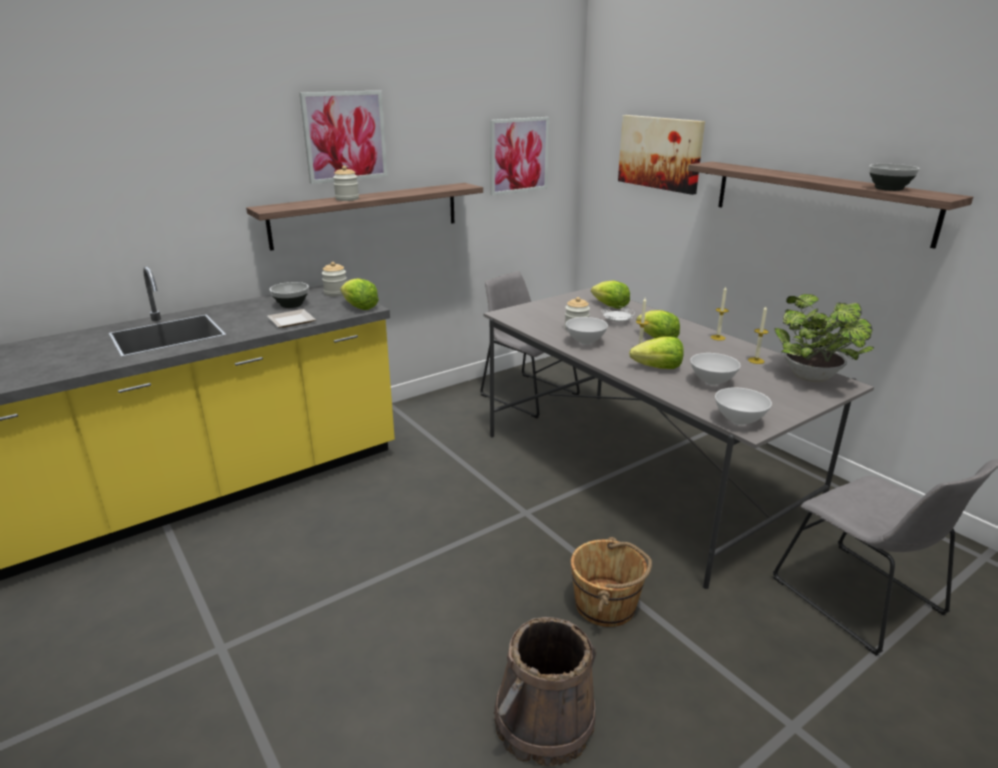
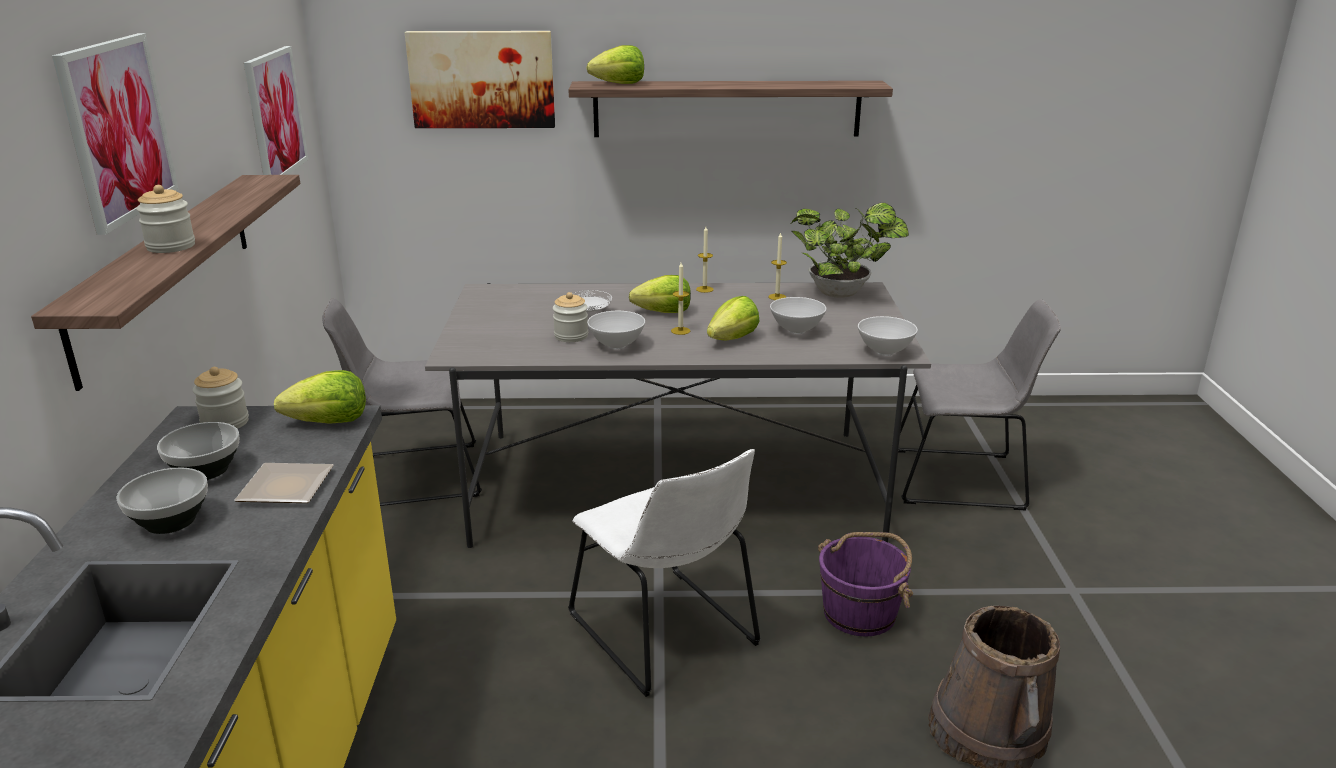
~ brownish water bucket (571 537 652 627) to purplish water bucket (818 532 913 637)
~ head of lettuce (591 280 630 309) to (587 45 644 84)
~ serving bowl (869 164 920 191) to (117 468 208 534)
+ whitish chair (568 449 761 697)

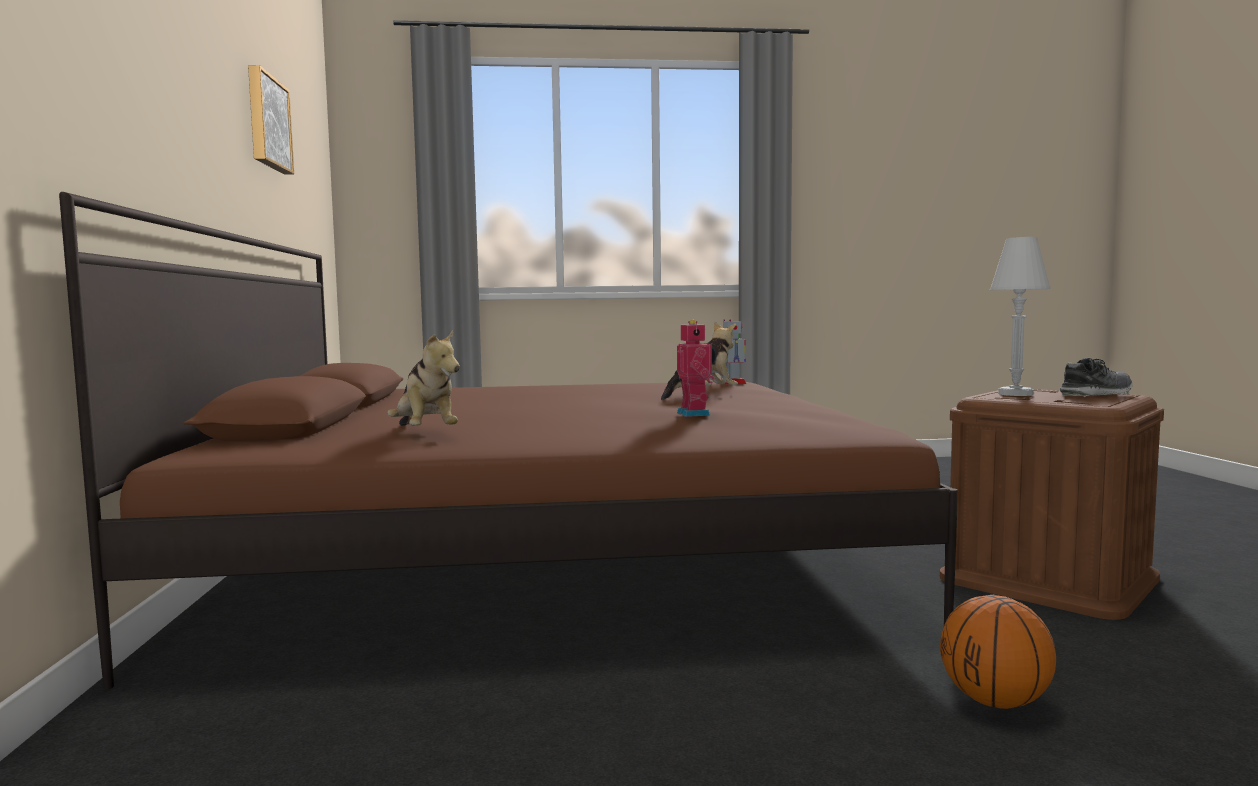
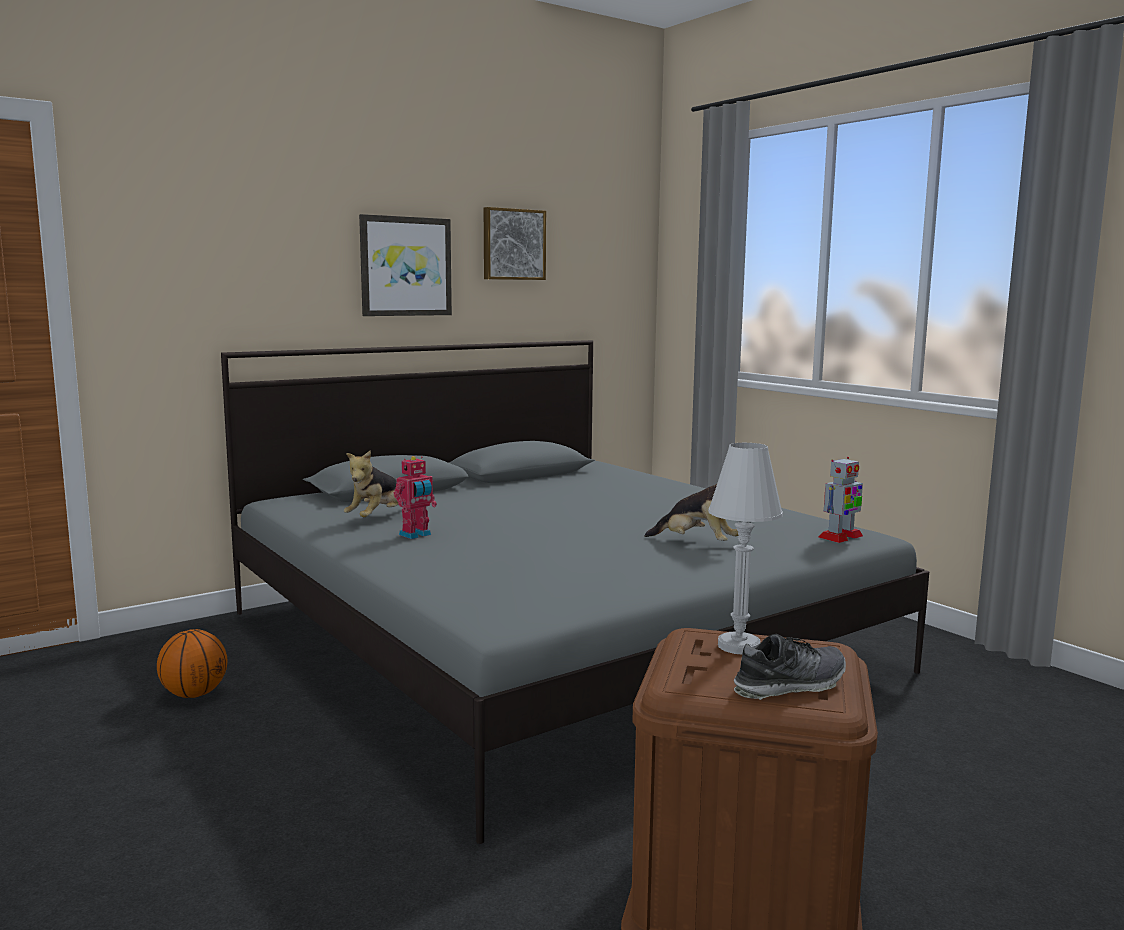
~ brownish bed (59 192 958 689) to grey bed (221 340 929 844)
~ toy robot (677 319 716 417) to (394 456 437 539)
~ ball for basketball (940 595 1056 709) to (157 629 227 698)
~ shoe (1060 358 1133 397) = (734 634 846 700) 60 degrees counterclockwise
+ wall art (359 214 452 316)

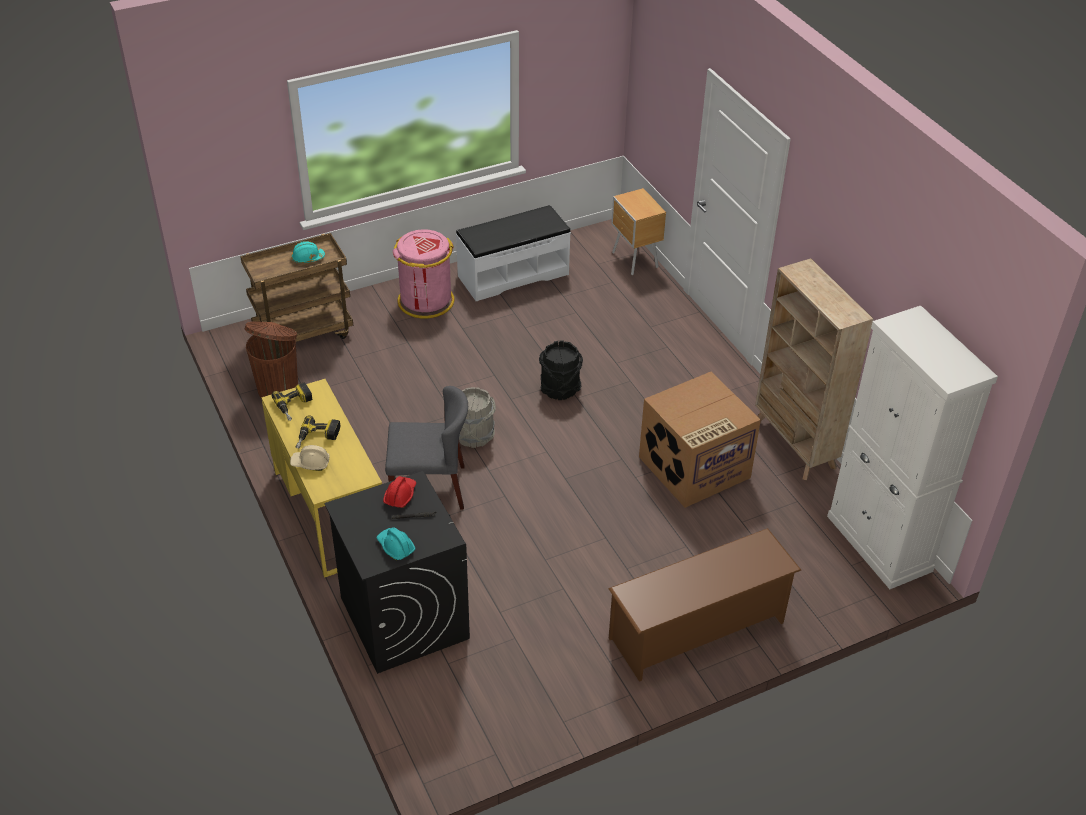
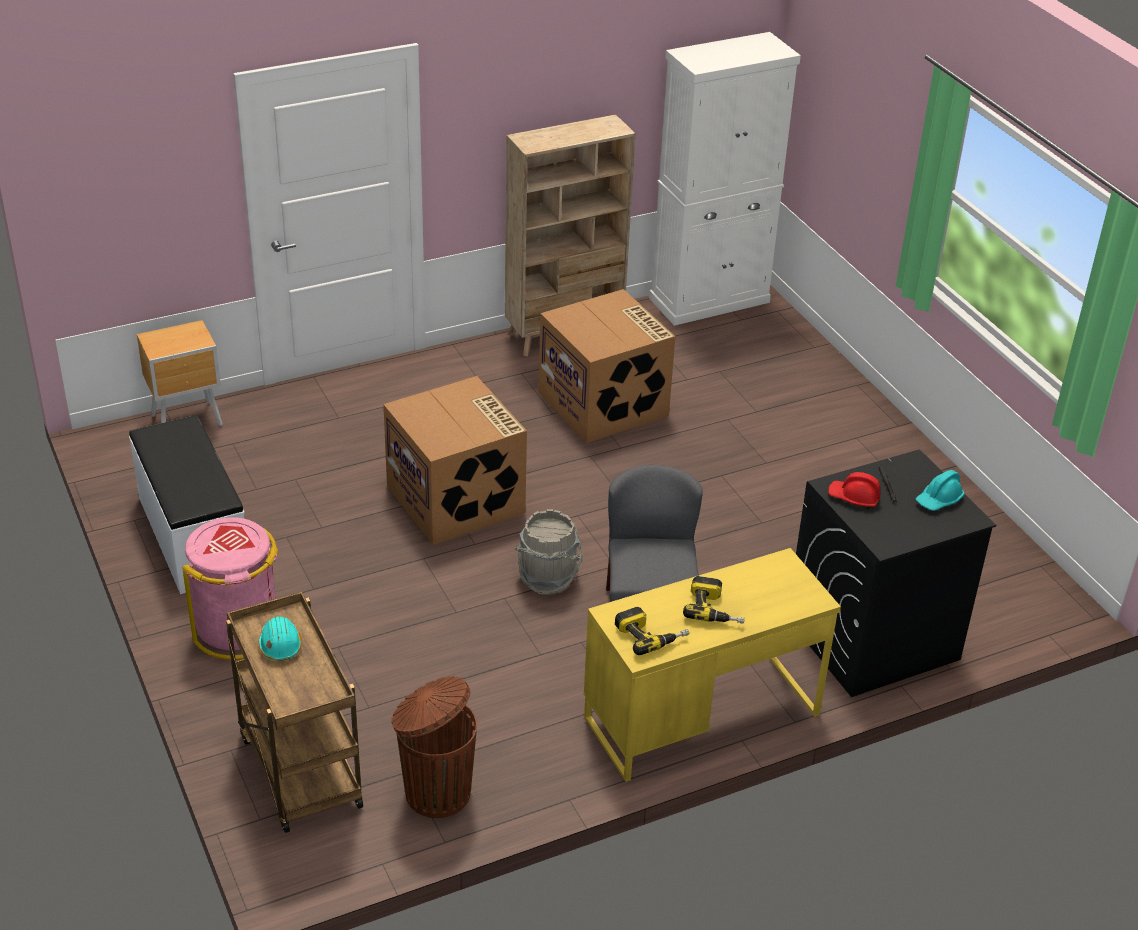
- beige-coloured work helmet (290 445 330 471)
~ blackish water bucket (539 340 583 400) to carton (383 376 527 545)
- brownish shoe stand (608 528 801 682)

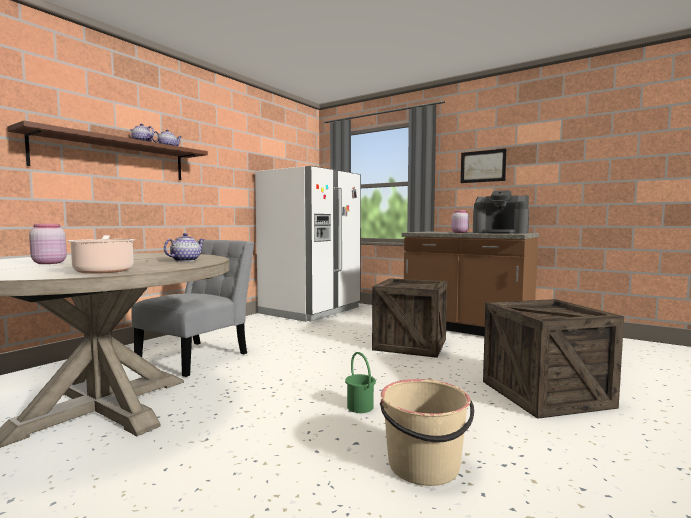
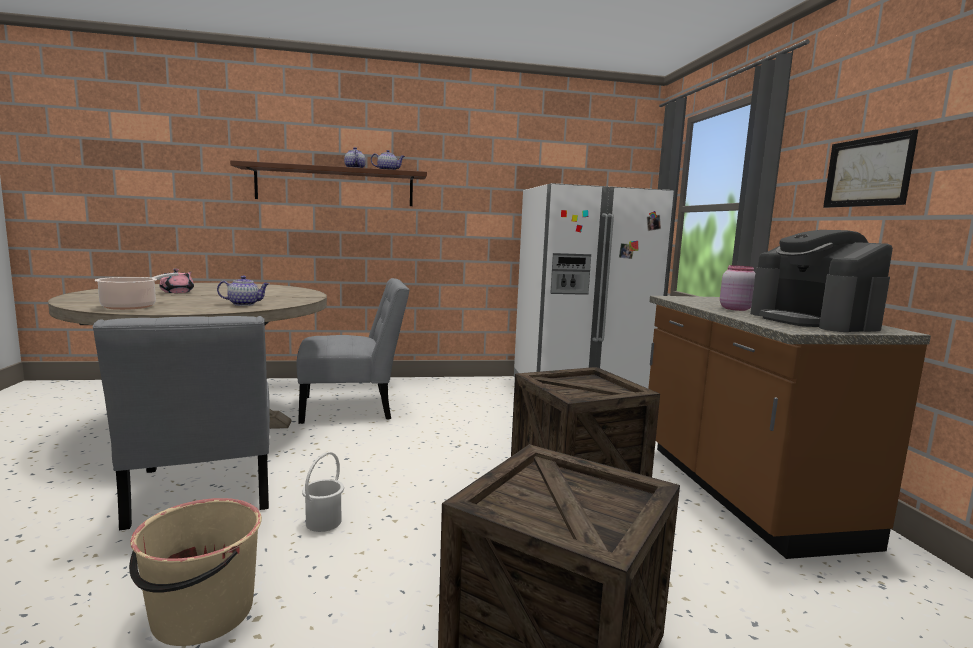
~ pink-coloured storage jar (29 224 67 264) to pink-coloured teapot (159 269 194 293)
~ green-coloured water bucket (345 352 376 413) to whitish water bucket (302 452 344 532)
+ grey chair (93 316 270 530)

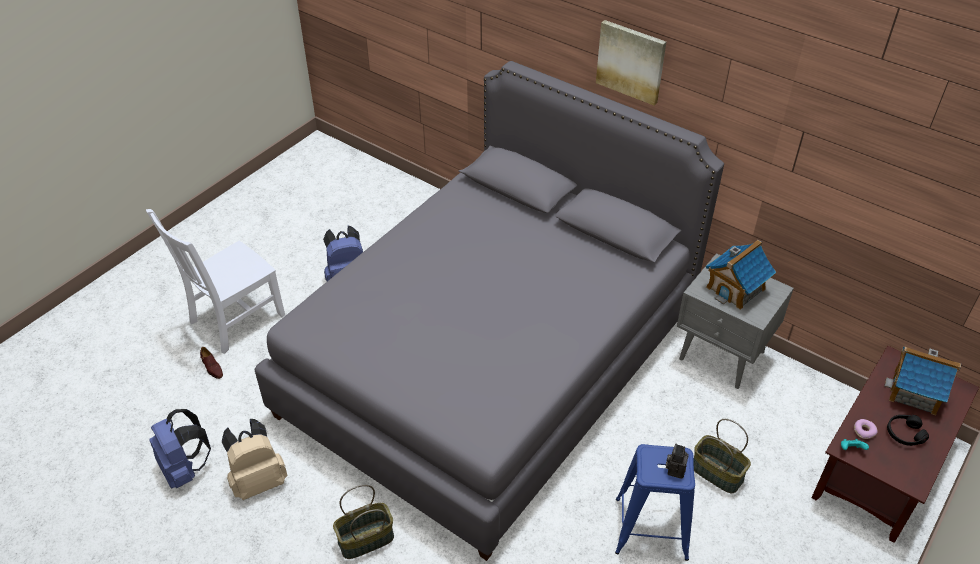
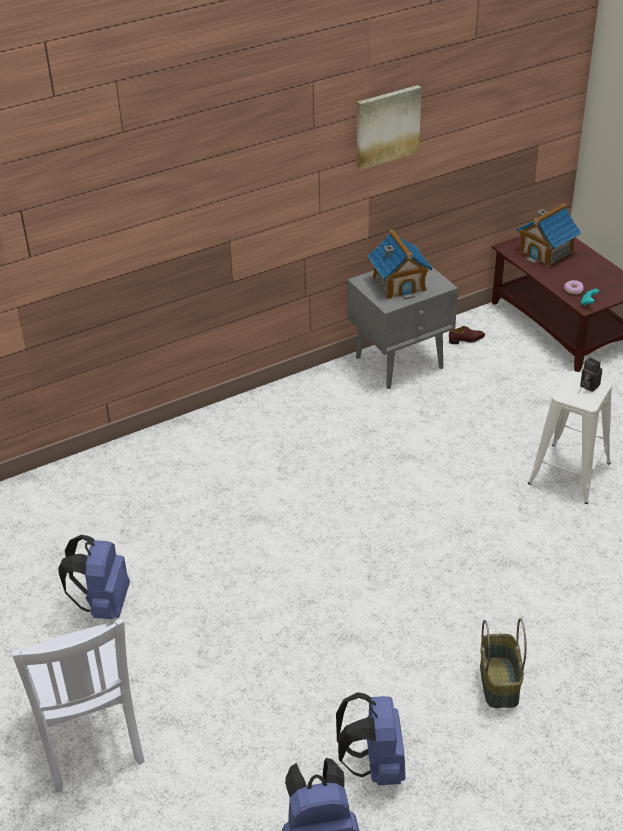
~ brownish shoe (200 347 223 379) to (449 326 485 344)
~ beige-coloured rucksack (222 419 287 500) to blue-coloured rucksack (336 692 406 785)
- grey bed (255 61 724 561)
~ wall art (596 20 666 105) to (357 85 421 170)
~ blue-coloured stool (615 444 695 561) to whitish stool (528 371 612 504)
- basket (693 419 751 494)
- blackish headset (887 415 929 446)

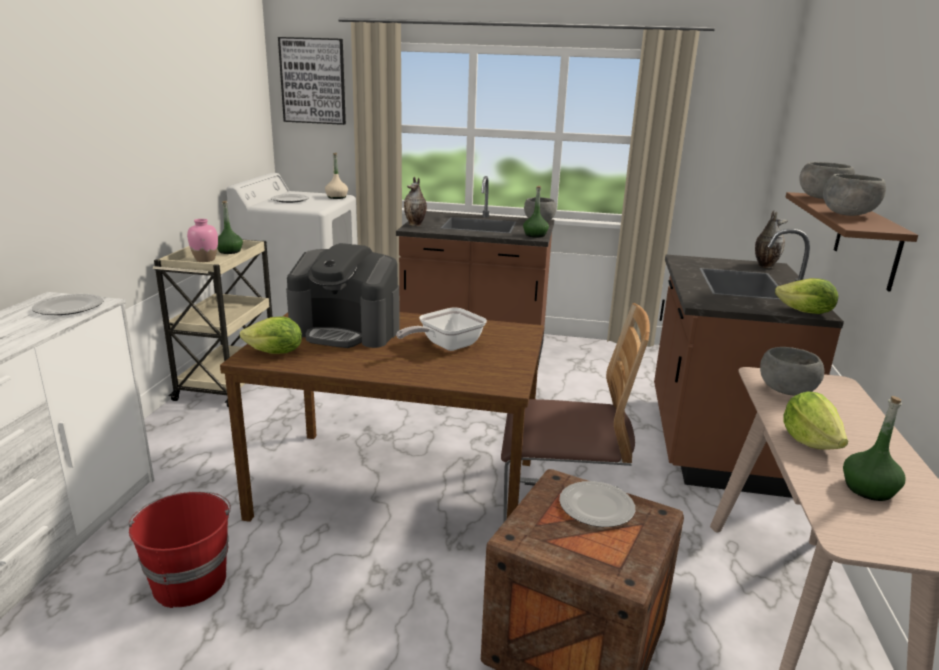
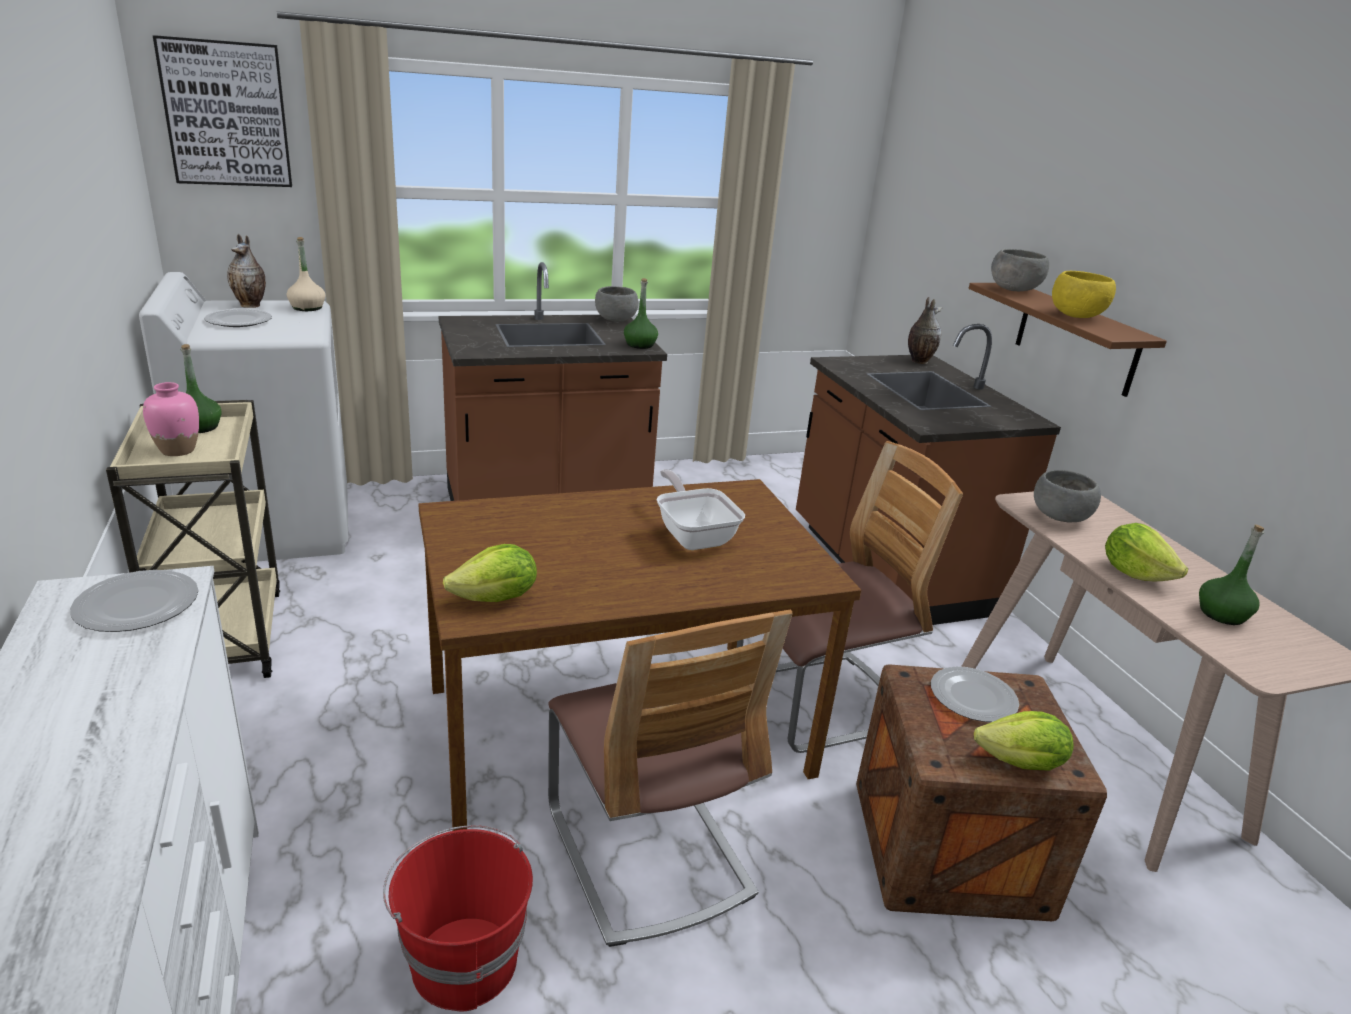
- coffee maker (286 243 400 348)
~ pan (396 308 487 351) = (656 469 745 550) 135 degrees clockwise
~ flower vase (404 177 427 226) to (227 234 266 308)
~ head of lettuce (775 278 838 314) to (974 711 1074 771)
~ grey serving bowl (823 174 886 216) to yellow-coloured serving bowl (1052 271 1116 318)
+ chair (548 610 793 947)

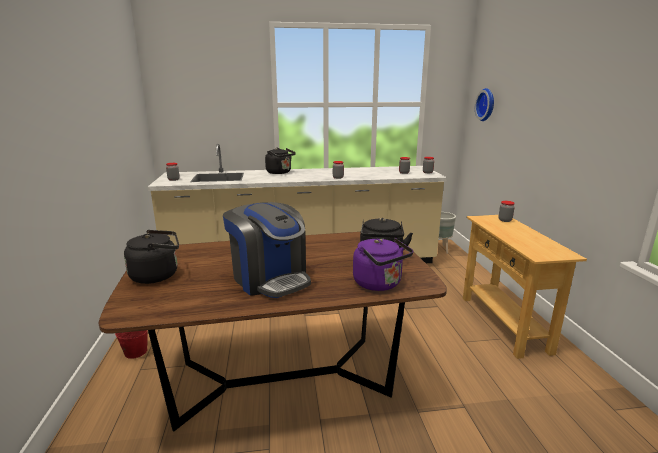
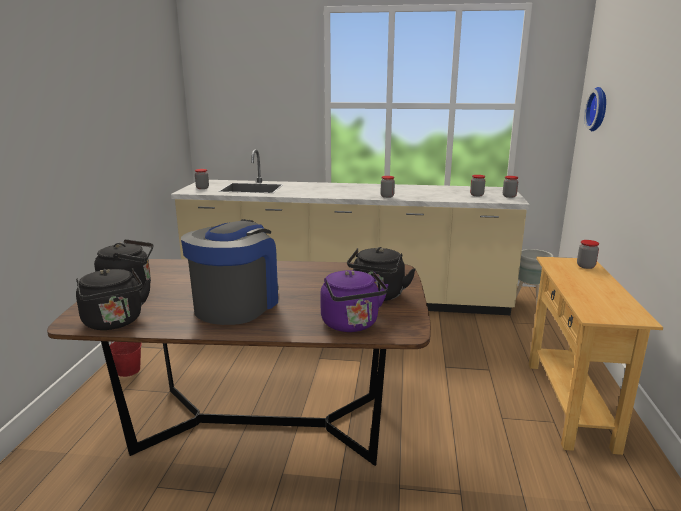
~ coffee maker (223 202 311 298) = (181 219 279 325) 135 degrees counterclockwise
~ blackish water kettle (265 148 296 174) to (76 268 151 330)

